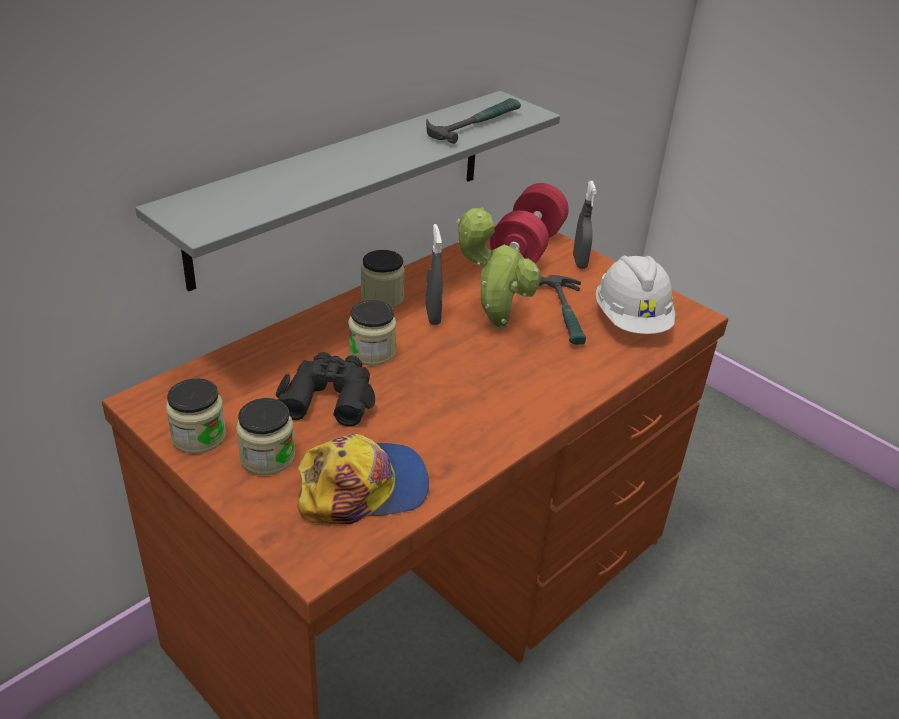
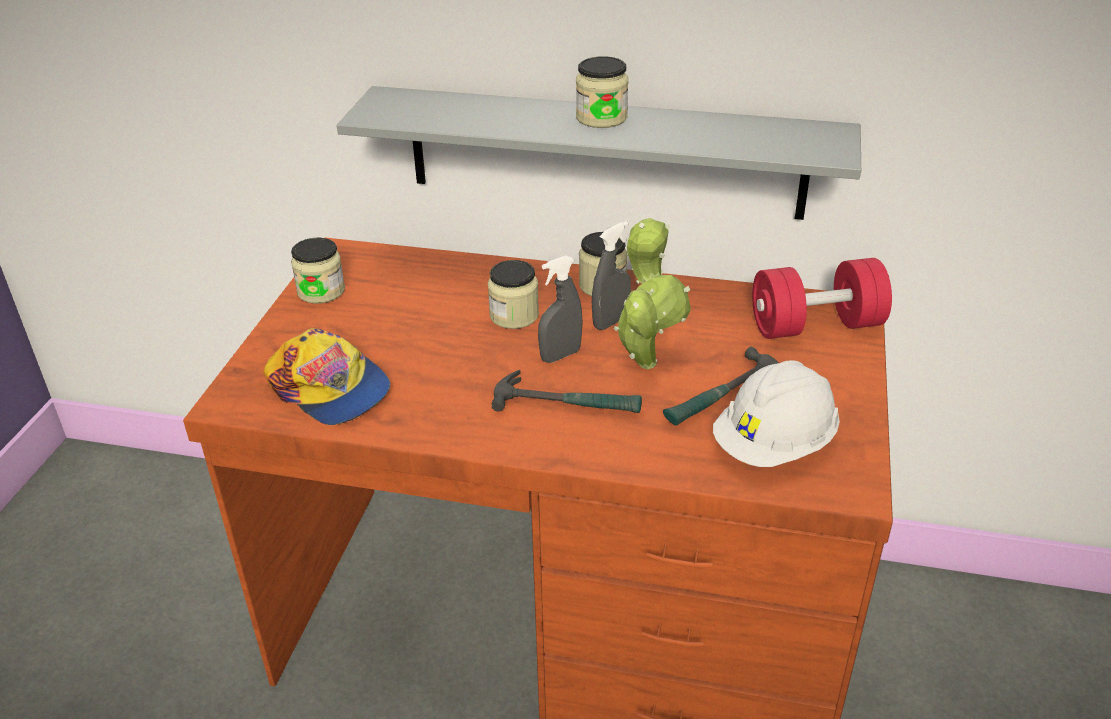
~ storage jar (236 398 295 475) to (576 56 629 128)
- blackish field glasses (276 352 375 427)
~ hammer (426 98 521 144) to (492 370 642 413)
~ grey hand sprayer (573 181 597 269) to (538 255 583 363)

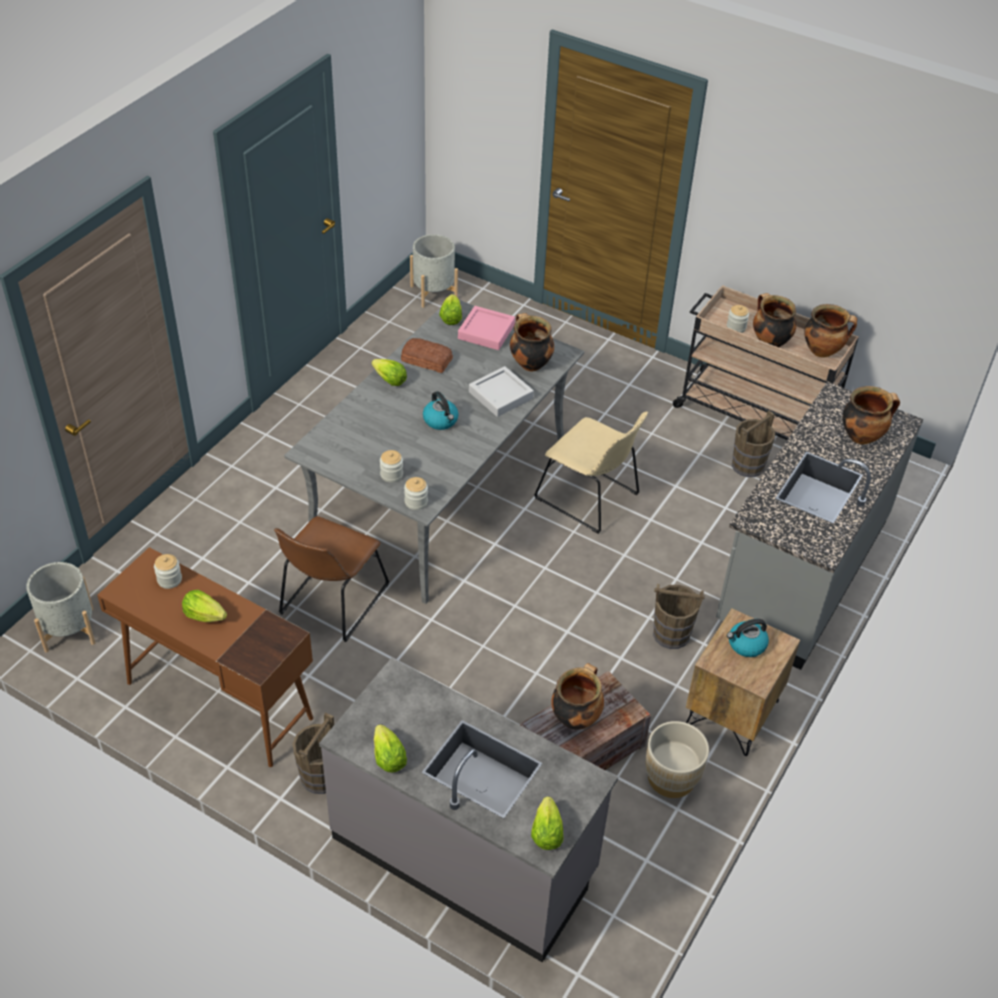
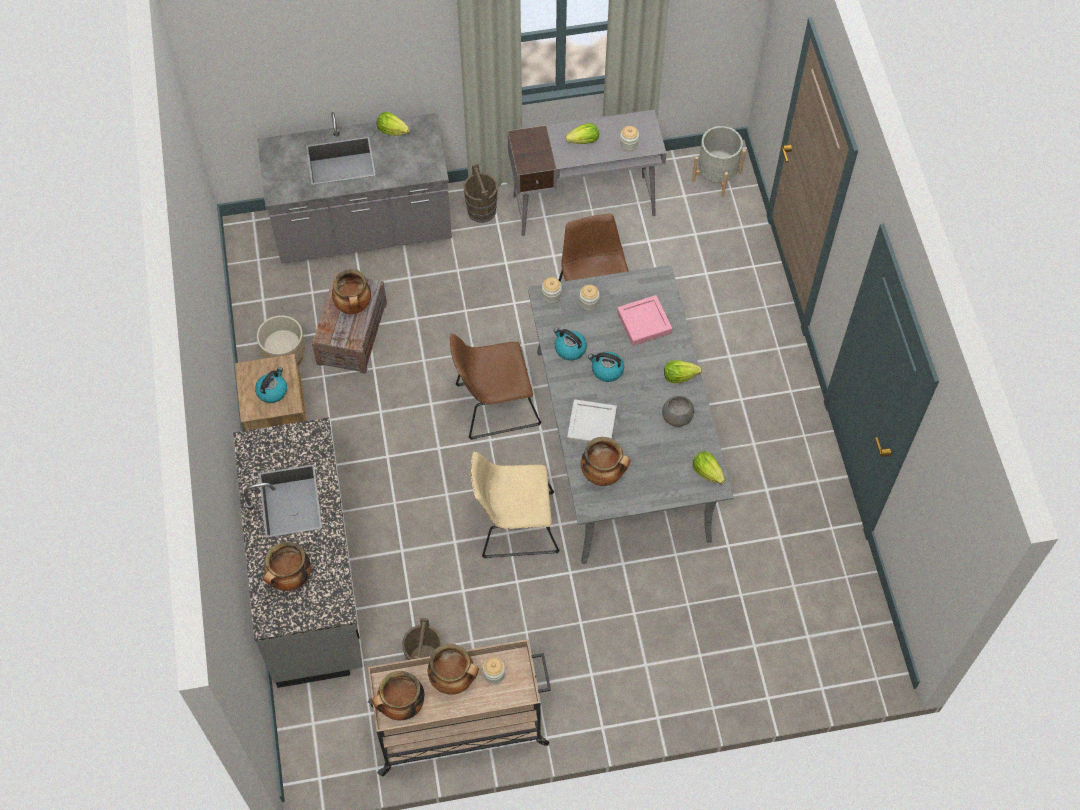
~ brownish desk unit (97 547 313 767) to grey desk unit (508 110 667 236)
~ baked bread (401 338 453 373) to grey serving bowl (662 396 694 427)
- grey plant pot (410 234 458 308)
~ pink-coloured carrying tray (458 306 515 350) to (617 295 672 346)
- head of lettuce (531 797 563 850)
- brownish water bucket (653 584 705 649)
+ brownish chair (450 333 541 440)
+ water kettle (554 328 587 361)

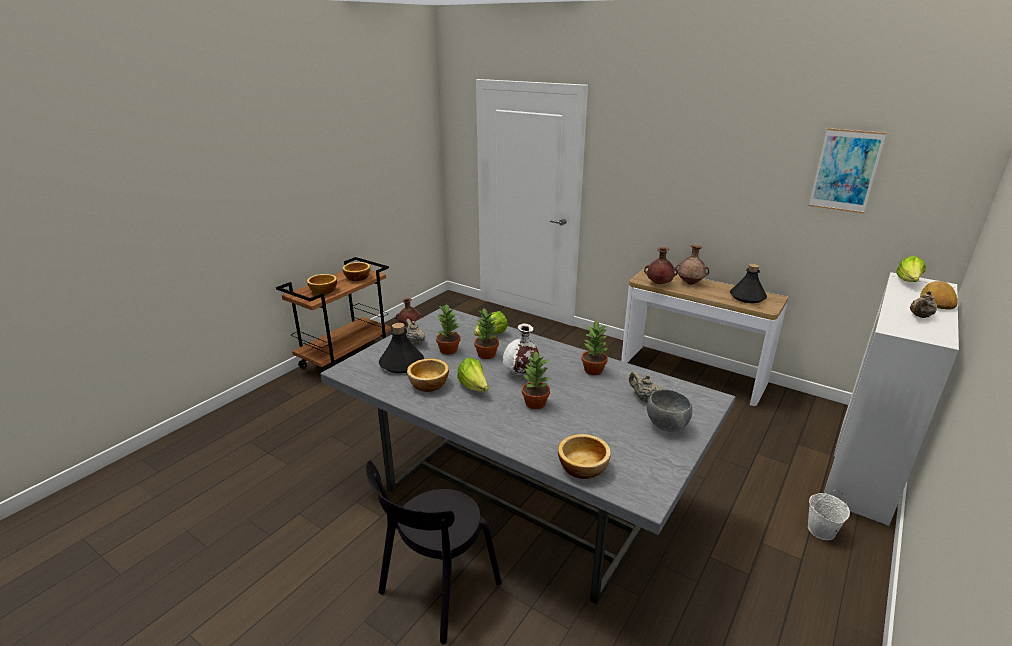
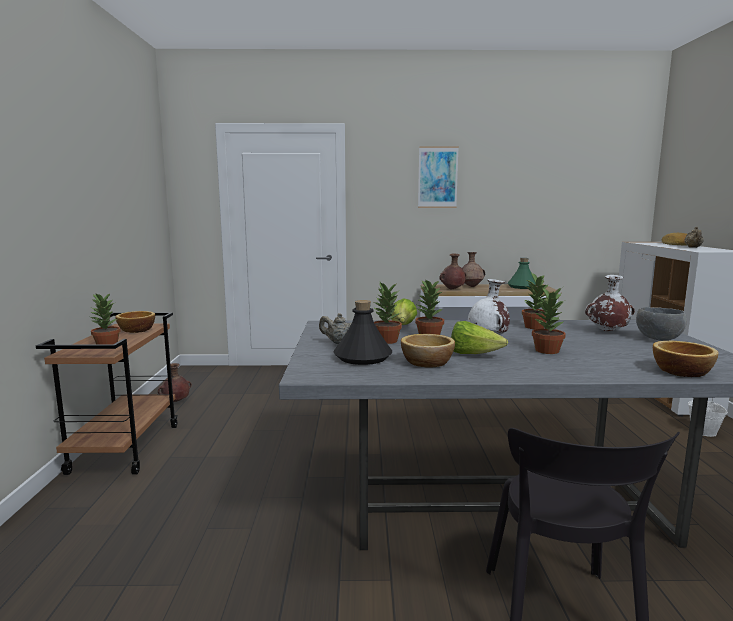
~ serving bowl (307 274 337 294) to plant in a pot (91 293 120 345)
~ beige-coloured teapot (629 371 664 402) to whitish flower vase (585 275 635 331)
~ blackish drink bottle (730 264 767 303) to green-coloured drink bottle (507 258 535 289)
~ wall art (809 128 886 214) to (418 146 459 208)
- head of lettuce (896 256 926 282)

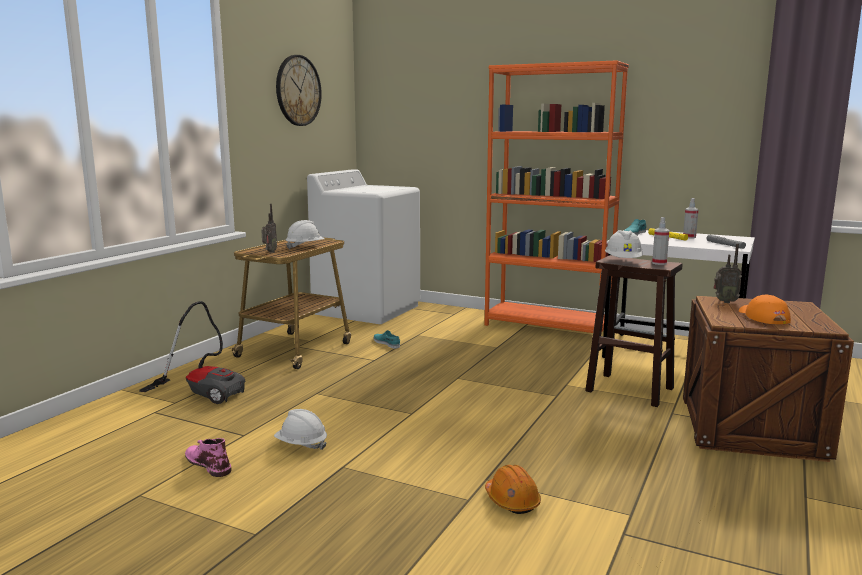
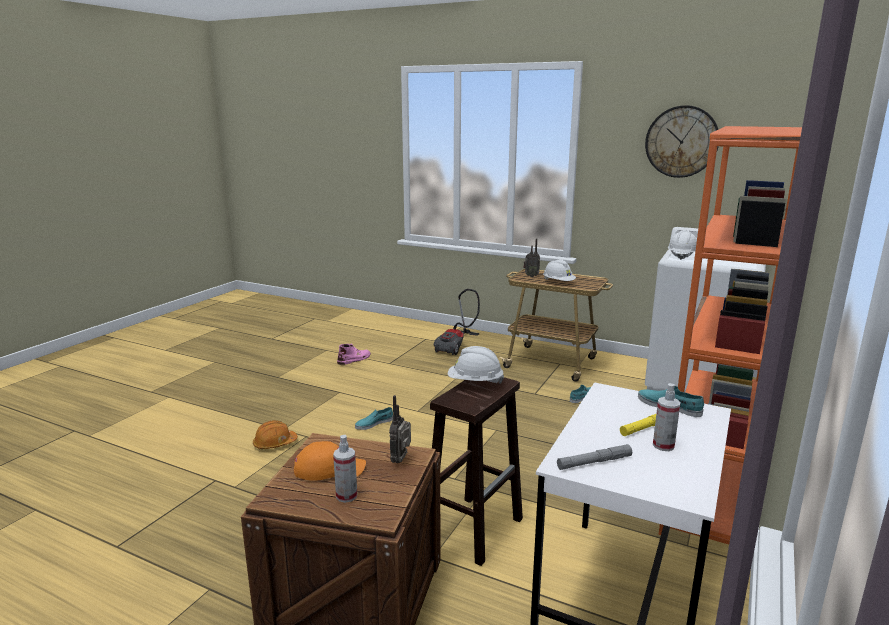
~ whitish work helmet (274 409 327 450) to (668 230 697 260)
~ hand sprayer (652 217 669 265) to (333 435 357 503)
+ turquoise shoe (355 407 393 430)

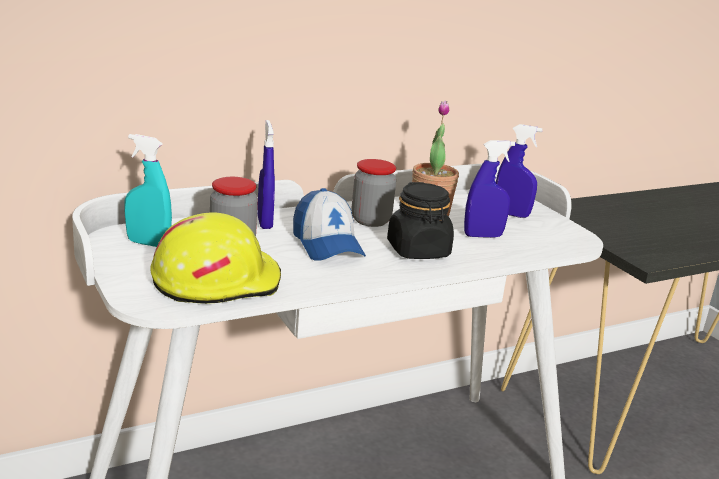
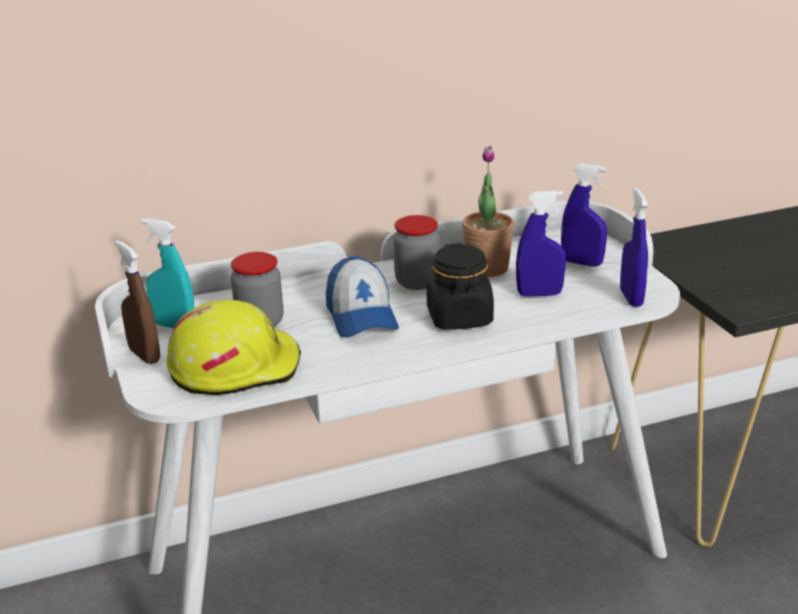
~ blue-coloured hand sprayer (257 120 275 229) to (620 188 648 307)
+ brownish hand sprayer (115 240 160 364)

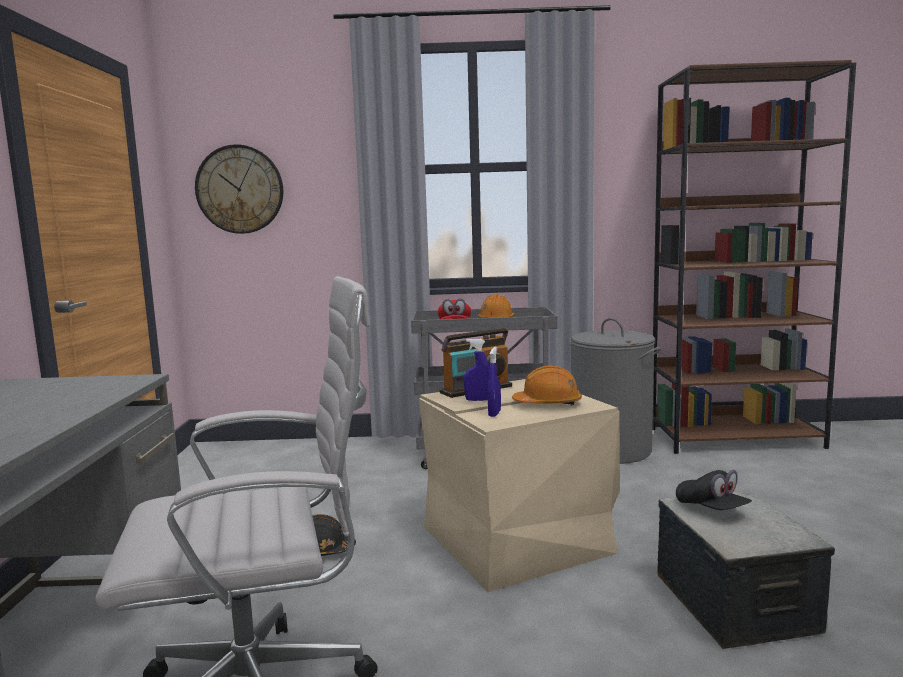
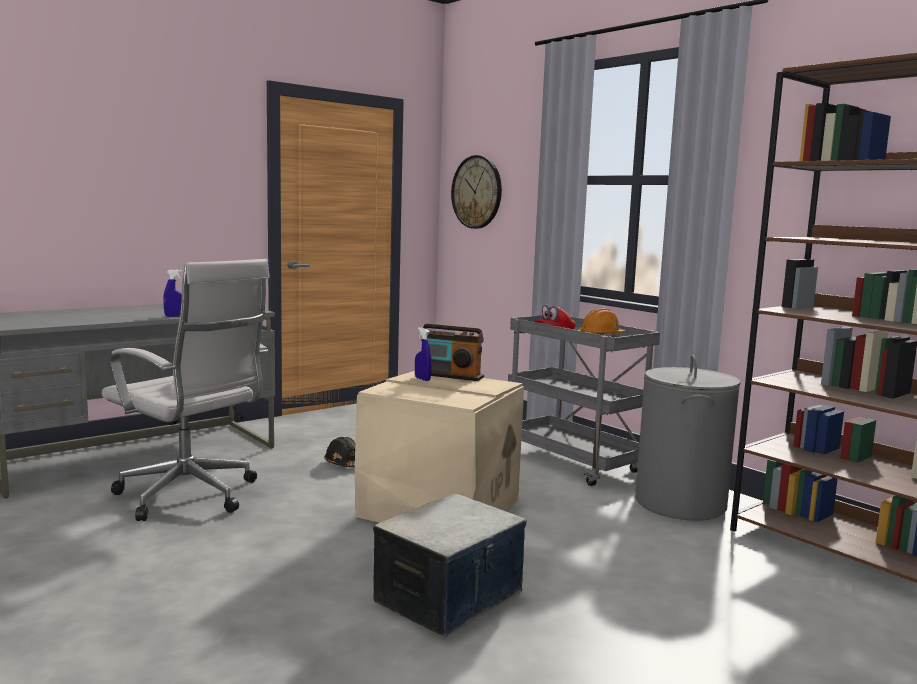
~ blue-coloured hand sprayer (488 347 501 417) to (163 269 182 317)
- orangey work helmet (512 366 582 406)
- blackish cap (676 470 752 510)

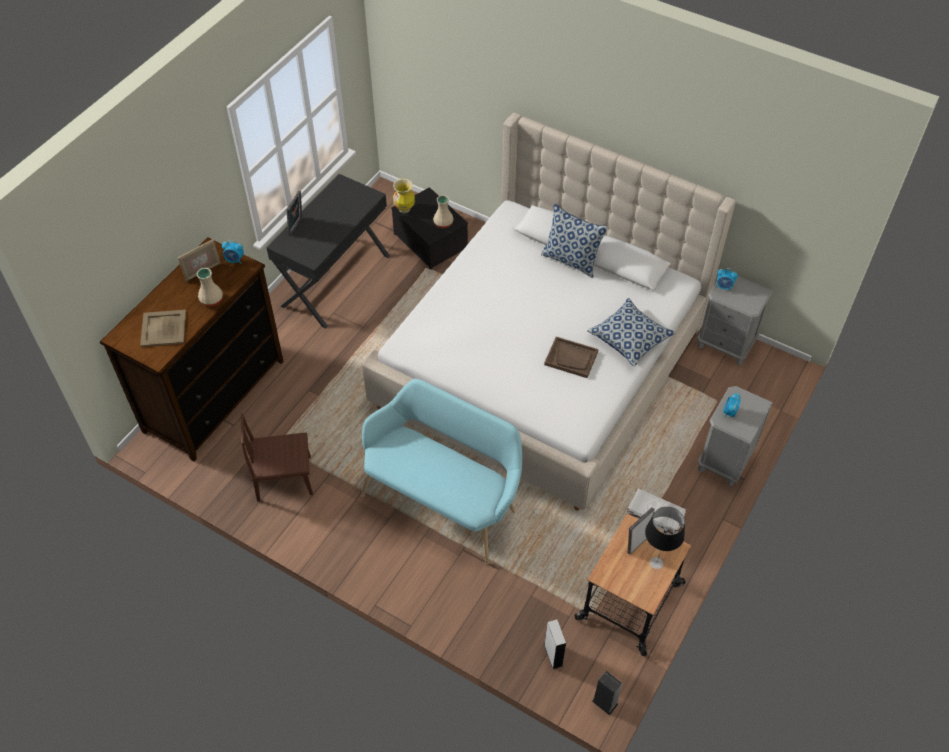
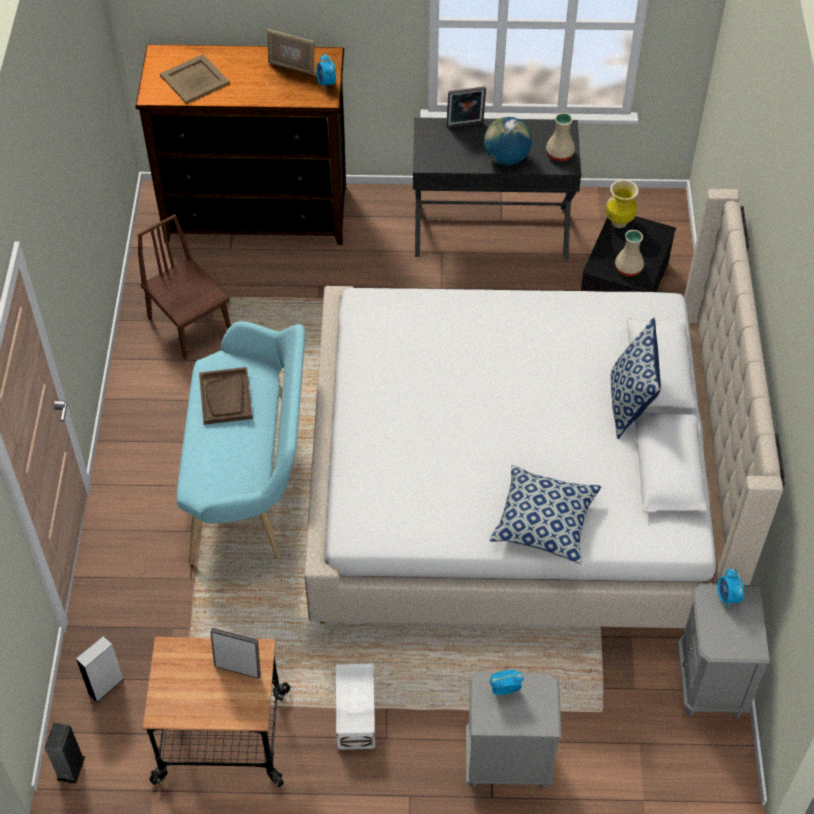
~ beige-coloured flower vase (197 268 223 306) to (546 113 575 161)
~ brownish carrying tray (544 337 599 378) to (199 367 253 425)
- lamp for a table (645 507 685 569)
+ world globe (484 117 532 165)

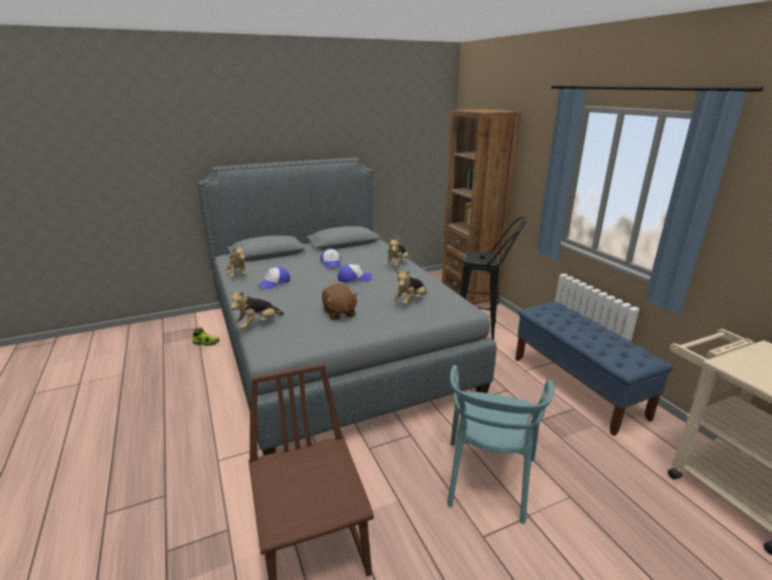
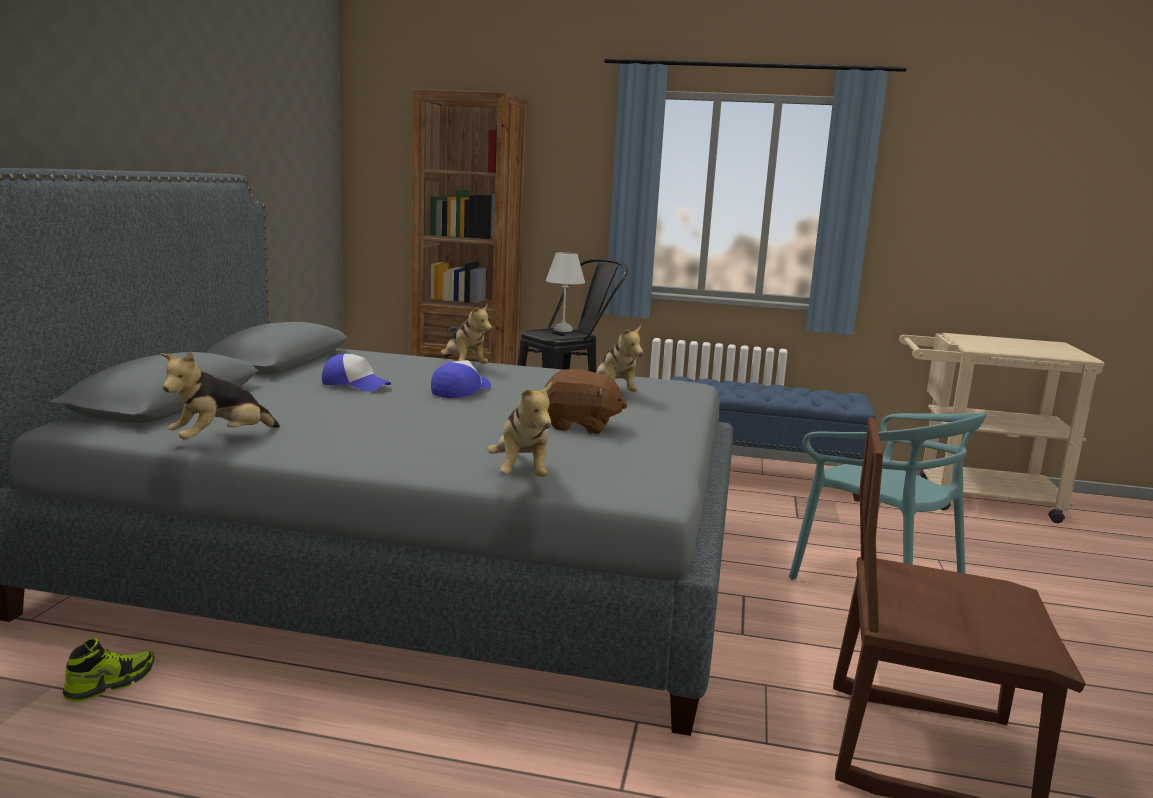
~ cuddly toy (224 244 247 277) = (161 352 280 440) 120 degrees clockwise
- cap (257 267 290 289)
+ whitish lamp for a table (546 252 585 332)

